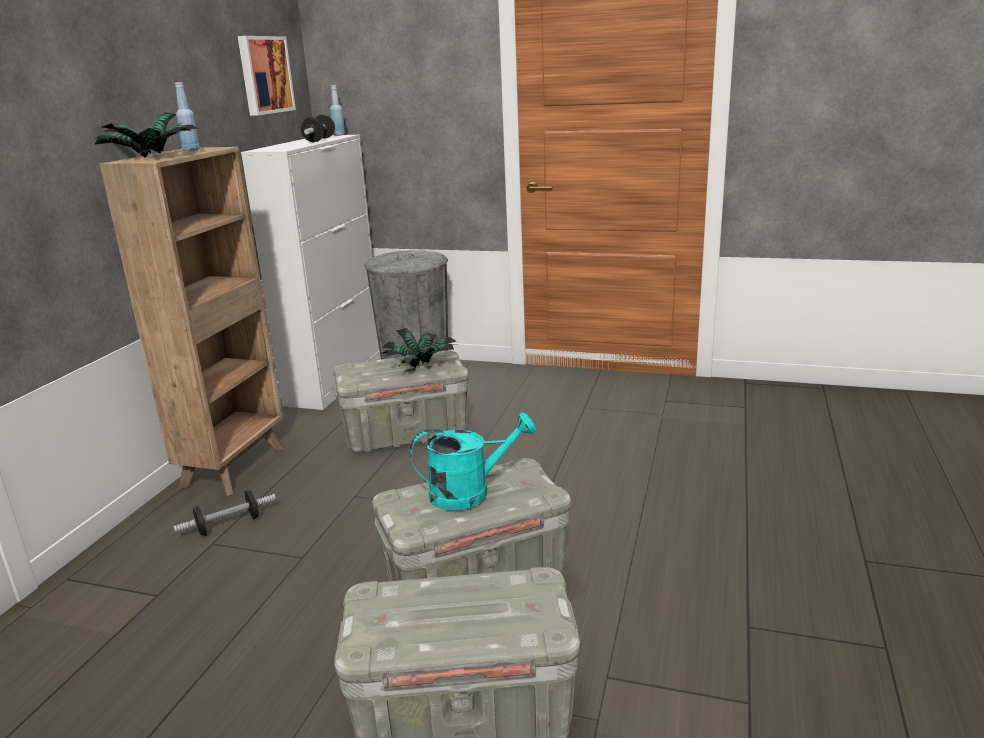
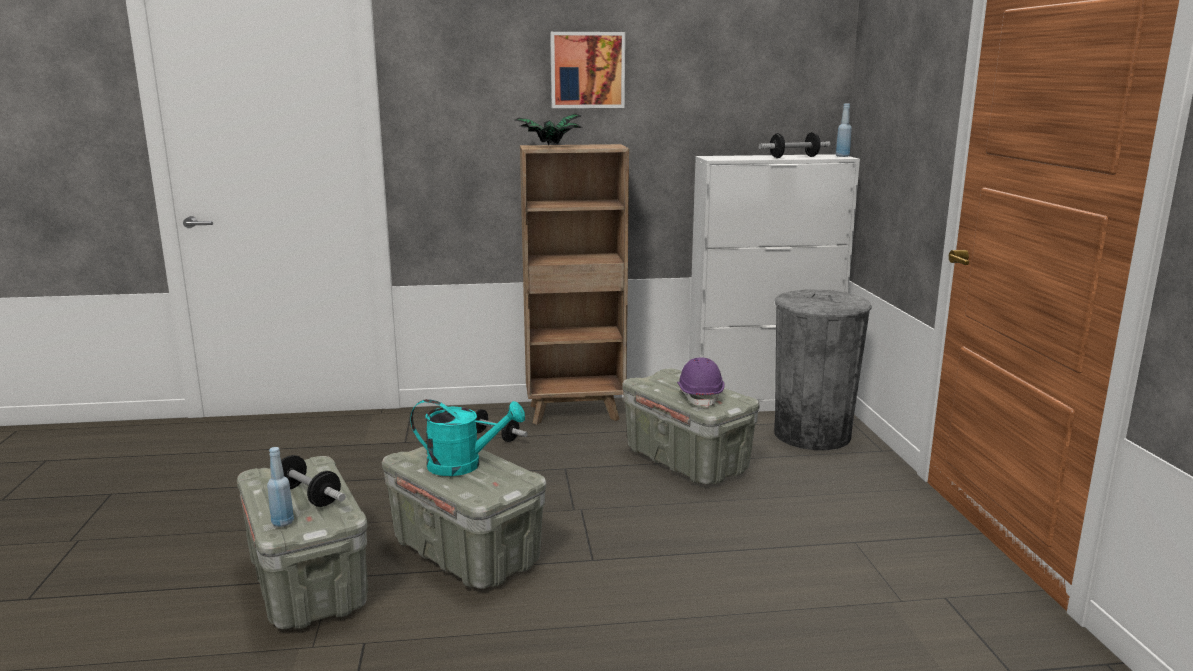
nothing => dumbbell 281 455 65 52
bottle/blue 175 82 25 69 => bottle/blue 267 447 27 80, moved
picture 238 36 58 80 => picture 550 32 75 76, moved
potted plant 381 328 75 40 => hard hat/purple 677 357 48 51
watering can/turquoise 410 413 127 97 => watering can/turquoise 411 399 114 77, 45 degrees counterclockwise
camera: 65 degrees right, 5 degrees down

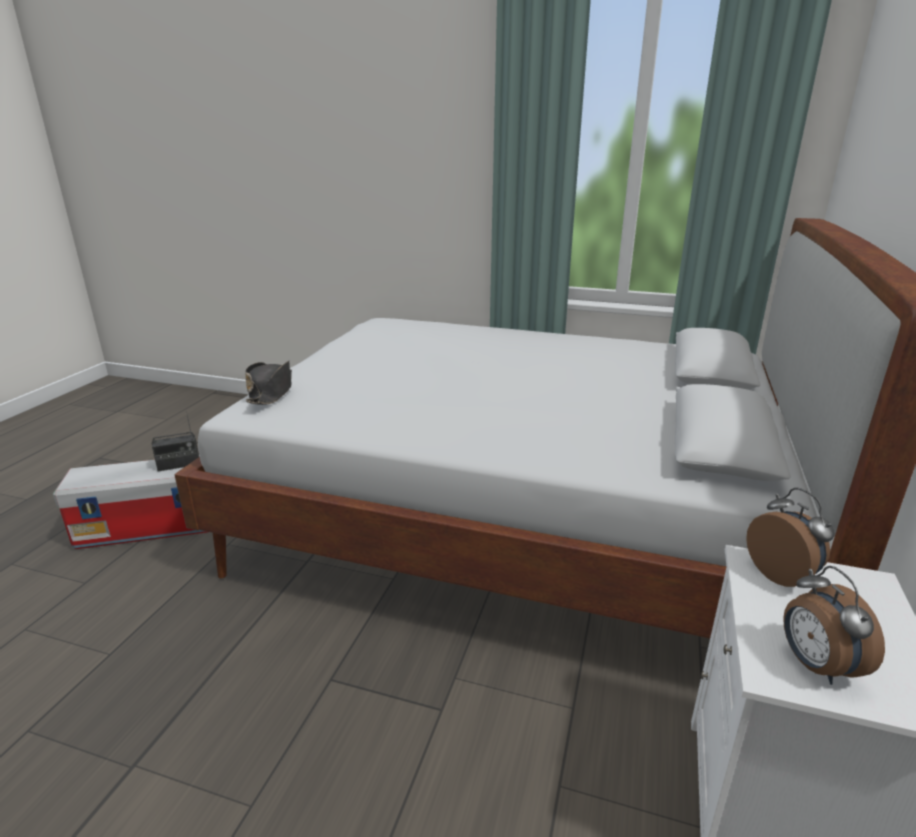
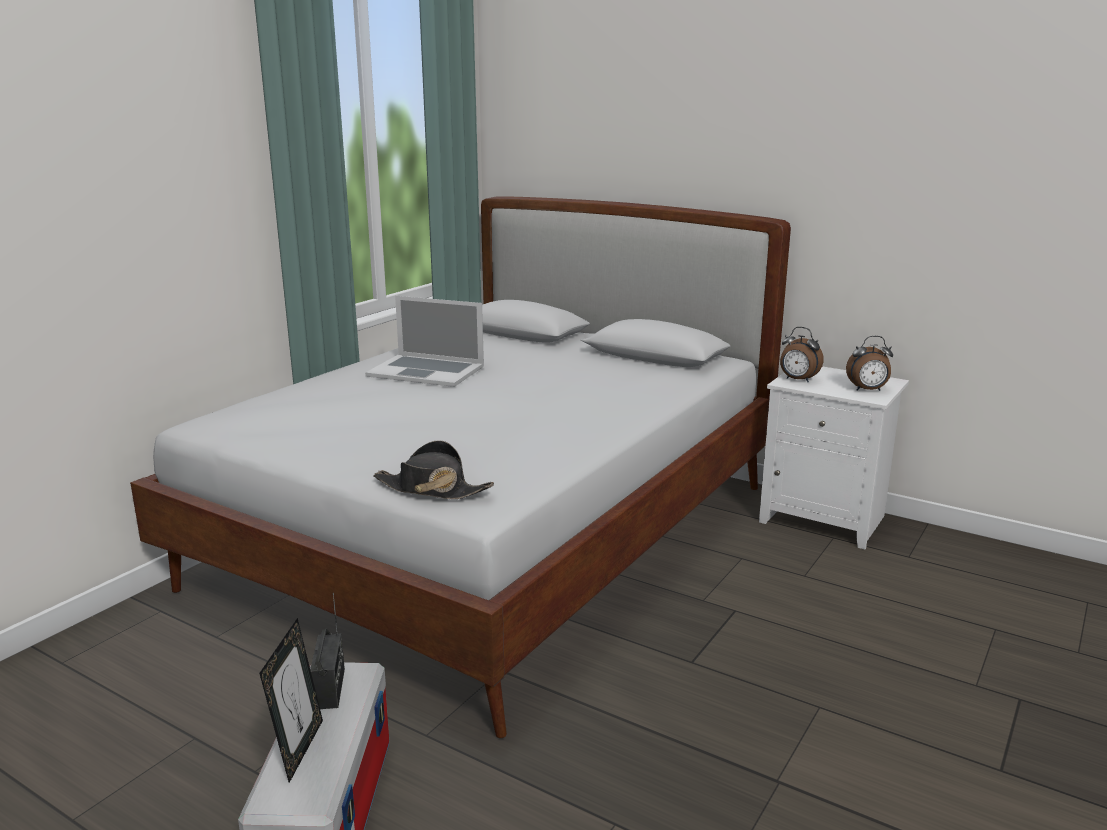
nothing => picture frame 259 618 64 165
nothing => laptop 365 296 119 91
alarm clock 746 488 89 99 => alarm clock 780 327 44 55, 135 degrees counterclockwise
camera: 75 degrees left, 5 degrees down

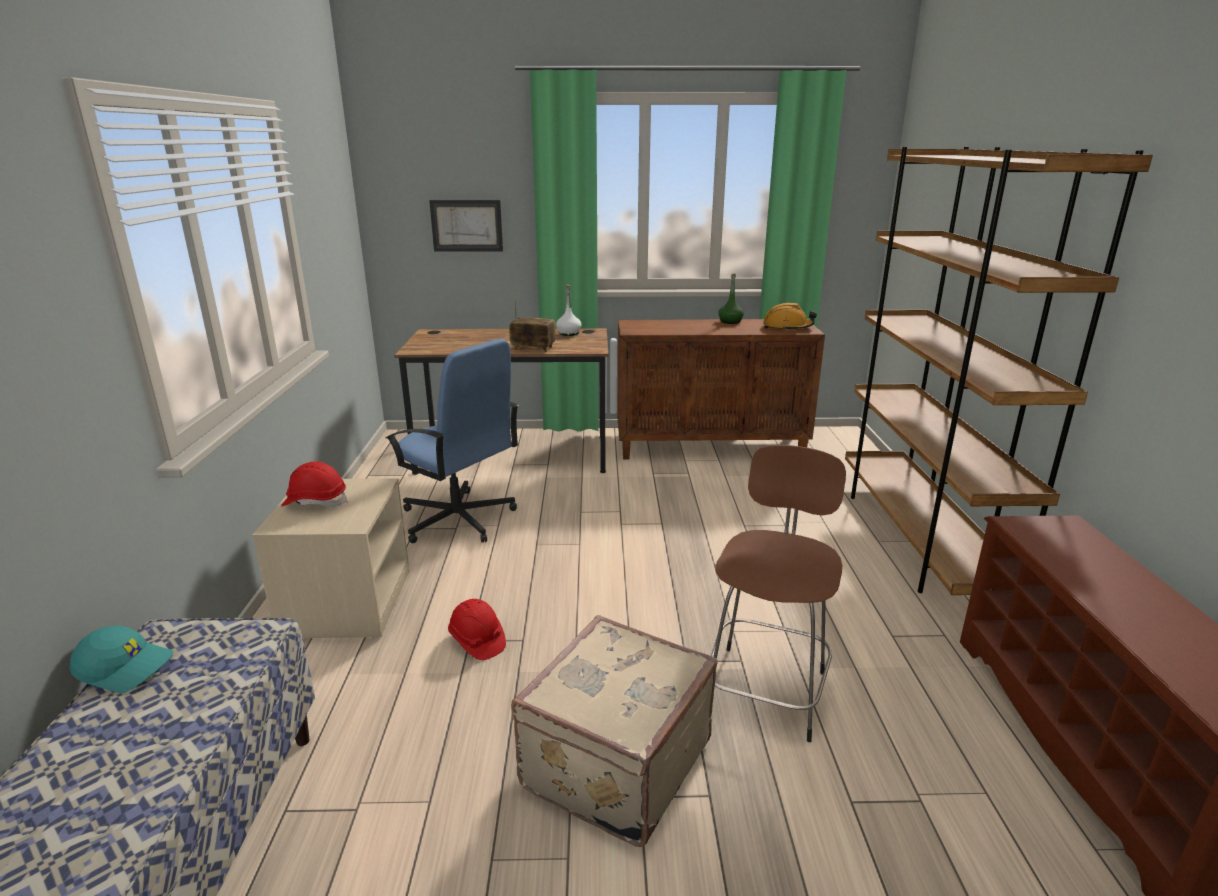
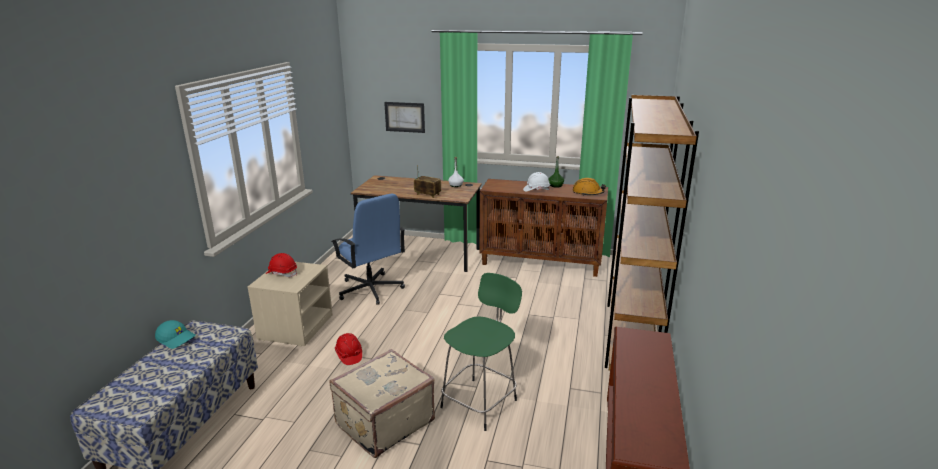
nothing => hard hat/white 523 172 27 20
stool/brown 711 445 135 297 => stool/green 440 273 82 158
camera: 15 degrees right, 0 degrees up

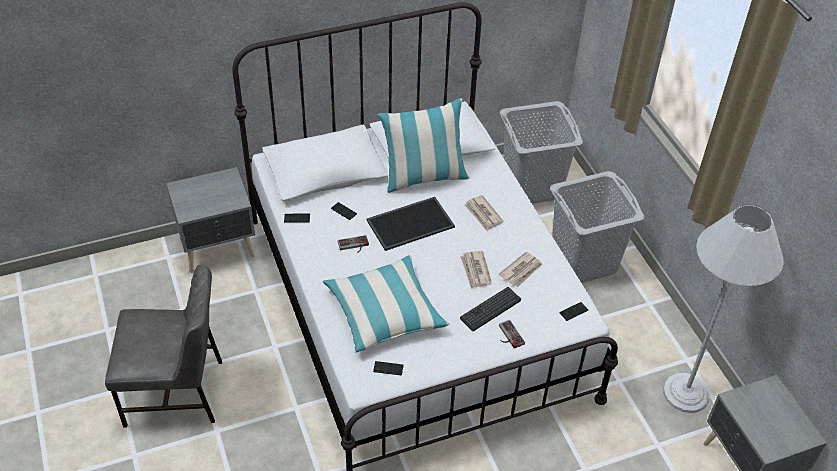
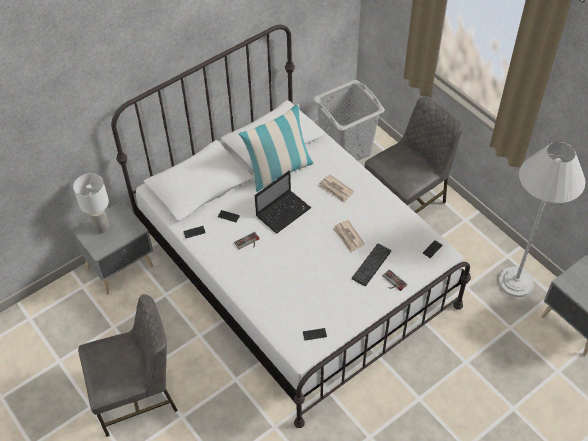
pillow 323 255 126 97 => nothing
newspaper 498 252 45 35 => nothing
nothing => table lamp/white 73 173 36 60
tray 366 197 89 54 => laptop 255 170 56 63
laundry basket/grey 550 171 94 112 => chair/grey 365 97 97 116
camera: 15 degrees left, 5 degrees up

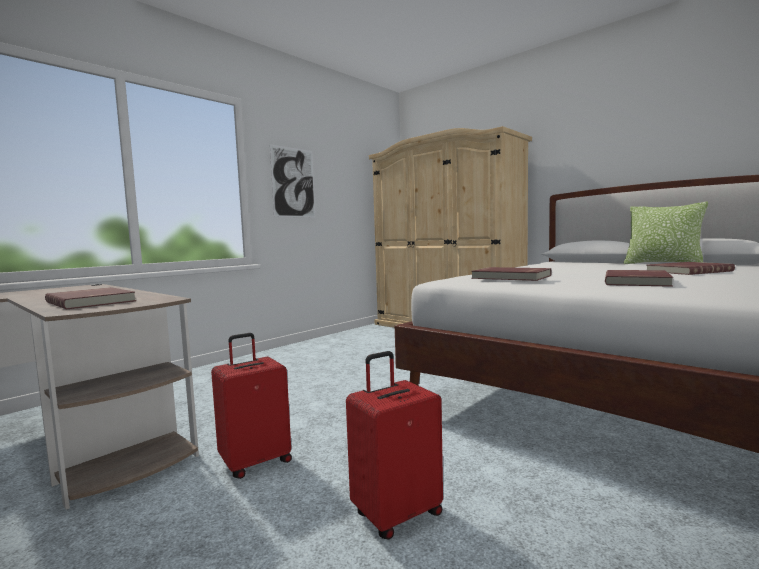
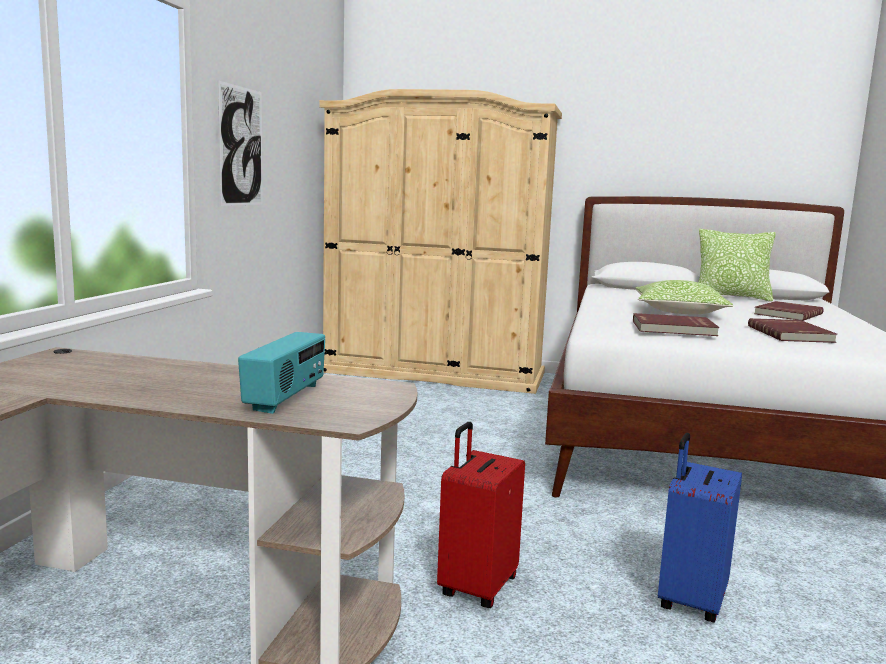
nothing => pillow 636 280 97 34
book/red 45 287 91 22 => radio 238 332 87 82
suitcase/red 346 351 97 189 => suitcase/blue 658 433 84 189
camera: 30 degrees left, 5 degrees up

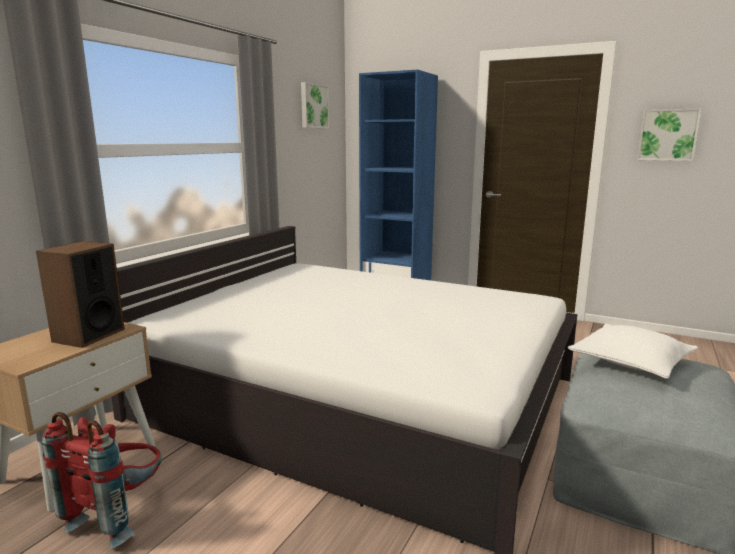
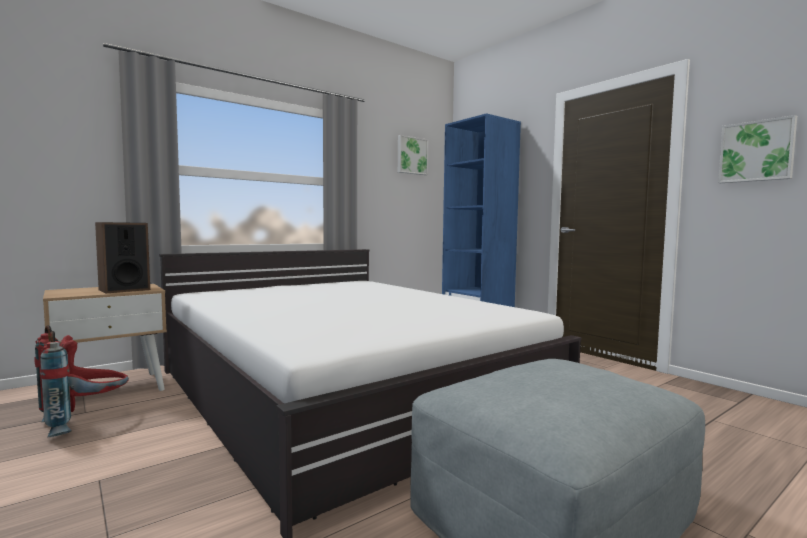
pillow/white 568 324 130 55 => nothing
camera: 25 degrees right, 10 degrees down

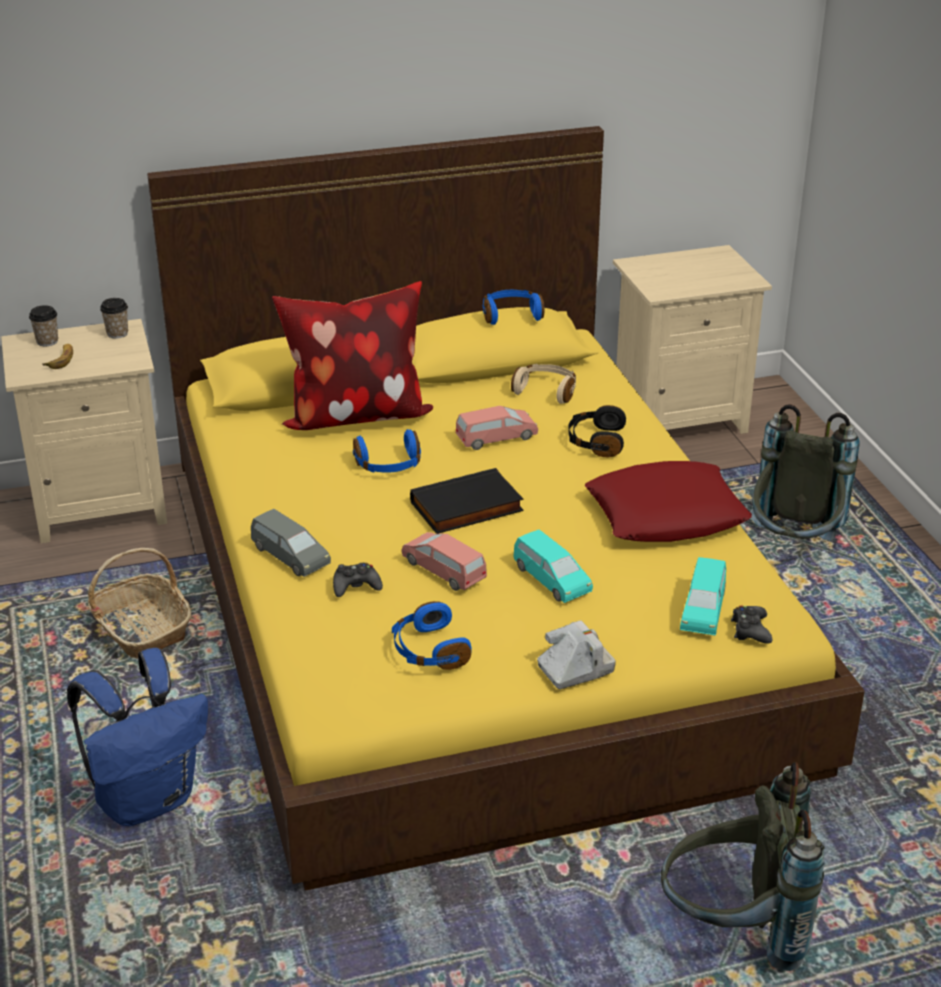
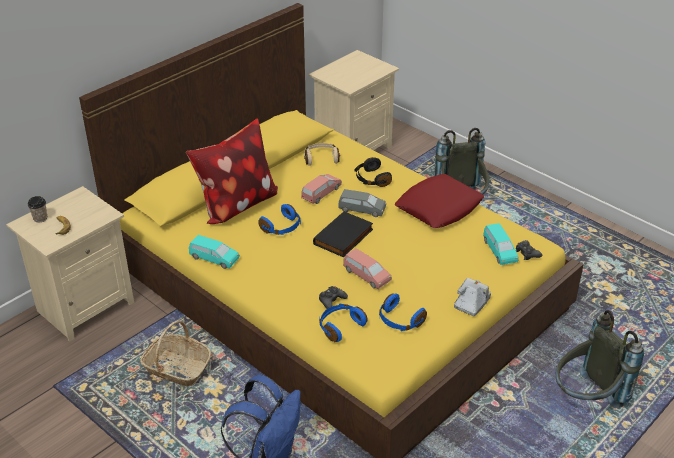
cup 100 298 28 41 => nothing
toy car/grey 251 509 80 68 => toy car/grey 338 189 48 28, moved
headphones/blue 483 290 61 35 => headphones/blue 319 304 49 38, moved
toy car/turquoise 513 529 80 74 => toy car/turquoise 189 235 51 34, moved
toy car/pink 402 532 85 59 => toy car/pink 343 248 49 41, 150 degrees counterclockwise
camera: 30 degrees left, 5 degrees up

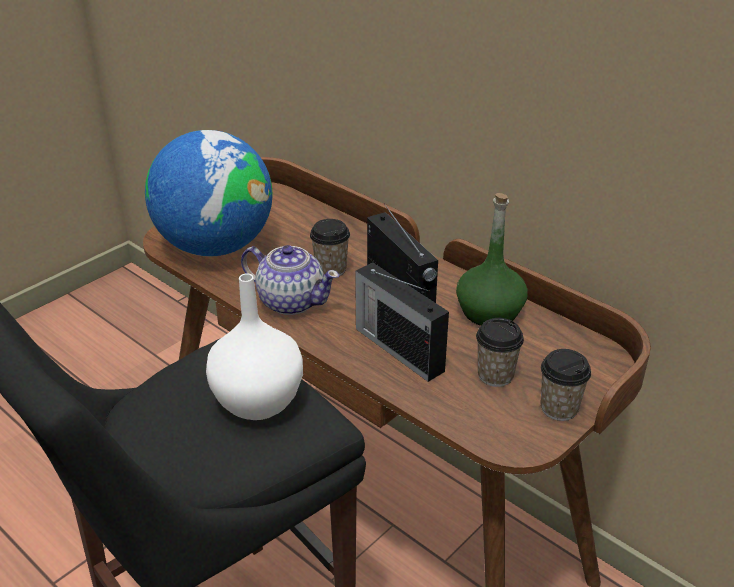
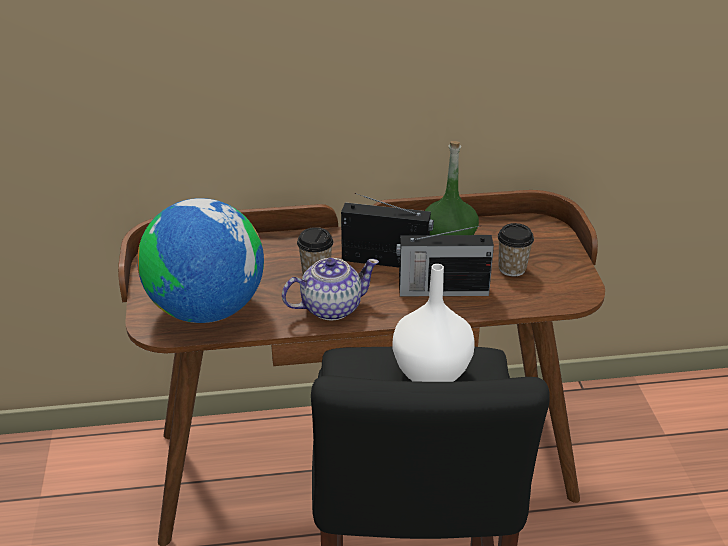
cup 541 349 50 72 => nothing
camera: 50 degrees left, 0 degrees up

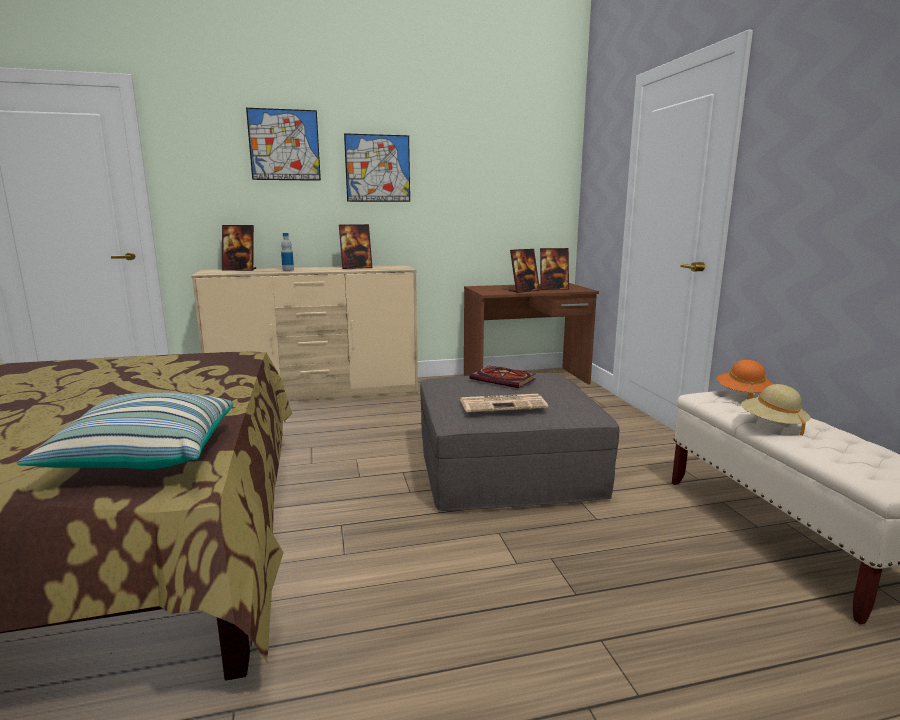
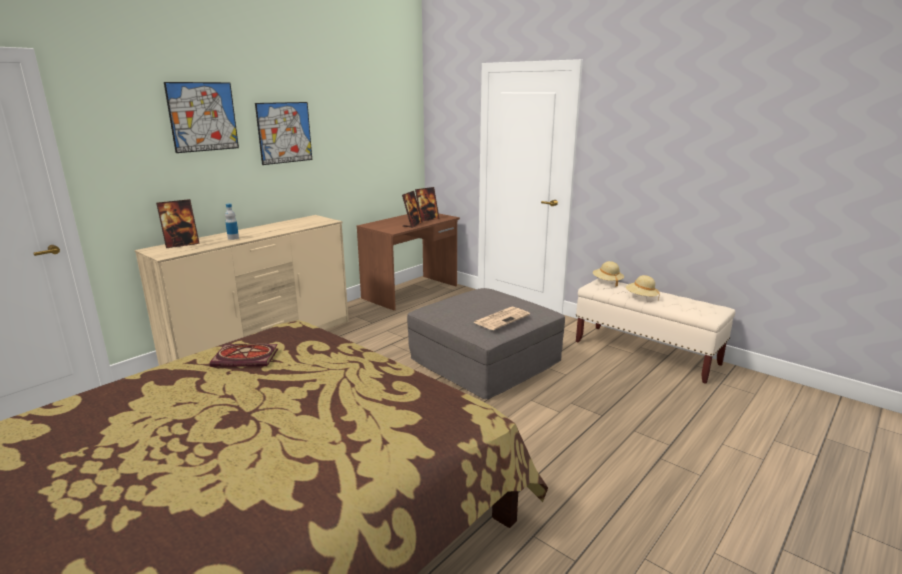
pillow 17 392 216 77 => nothing
picture frame 339 224 33 45 => nothing
book 470 366 66 22 => book 210 344 68 23, moved
hat/orange 717 360 56 40 => hat/beige 593 261 31 26
camera: 35 degrees left, 5 degrees up

